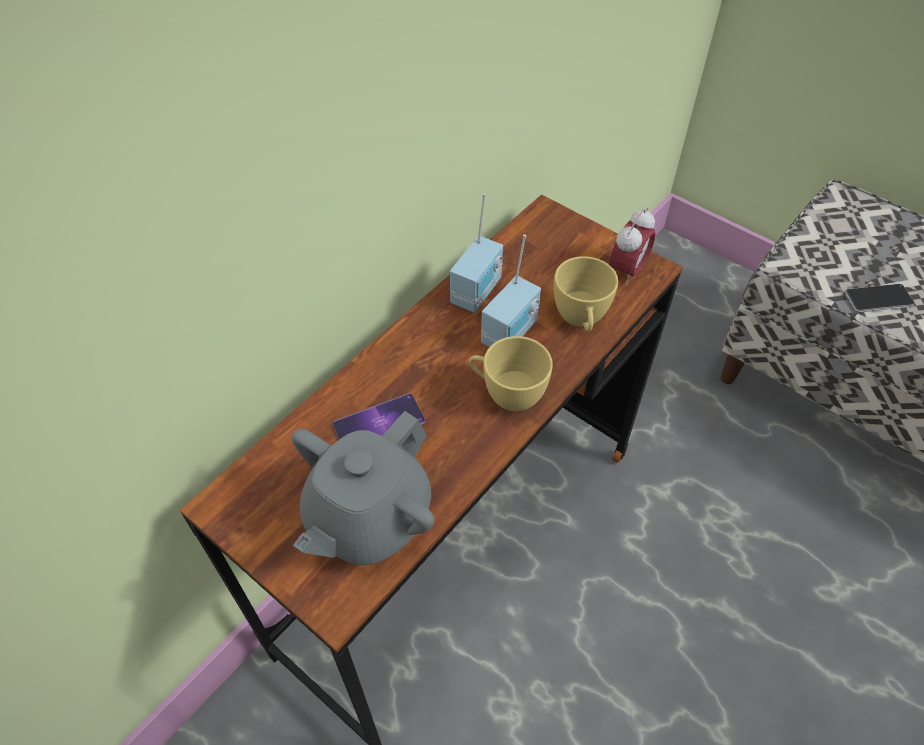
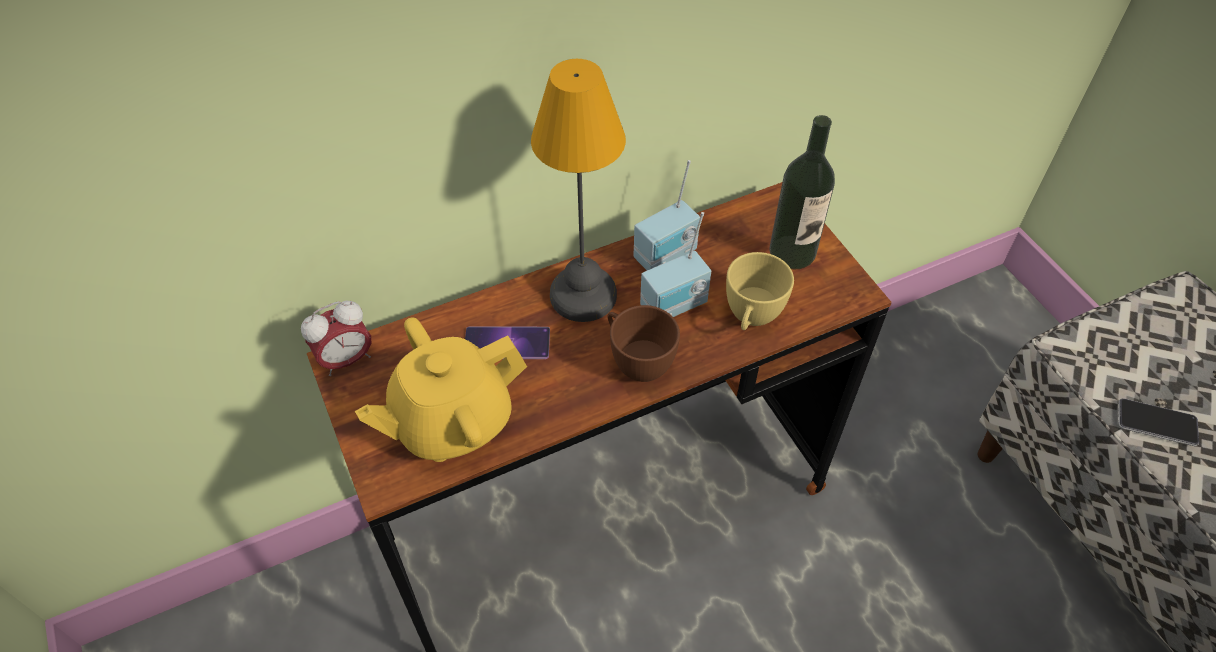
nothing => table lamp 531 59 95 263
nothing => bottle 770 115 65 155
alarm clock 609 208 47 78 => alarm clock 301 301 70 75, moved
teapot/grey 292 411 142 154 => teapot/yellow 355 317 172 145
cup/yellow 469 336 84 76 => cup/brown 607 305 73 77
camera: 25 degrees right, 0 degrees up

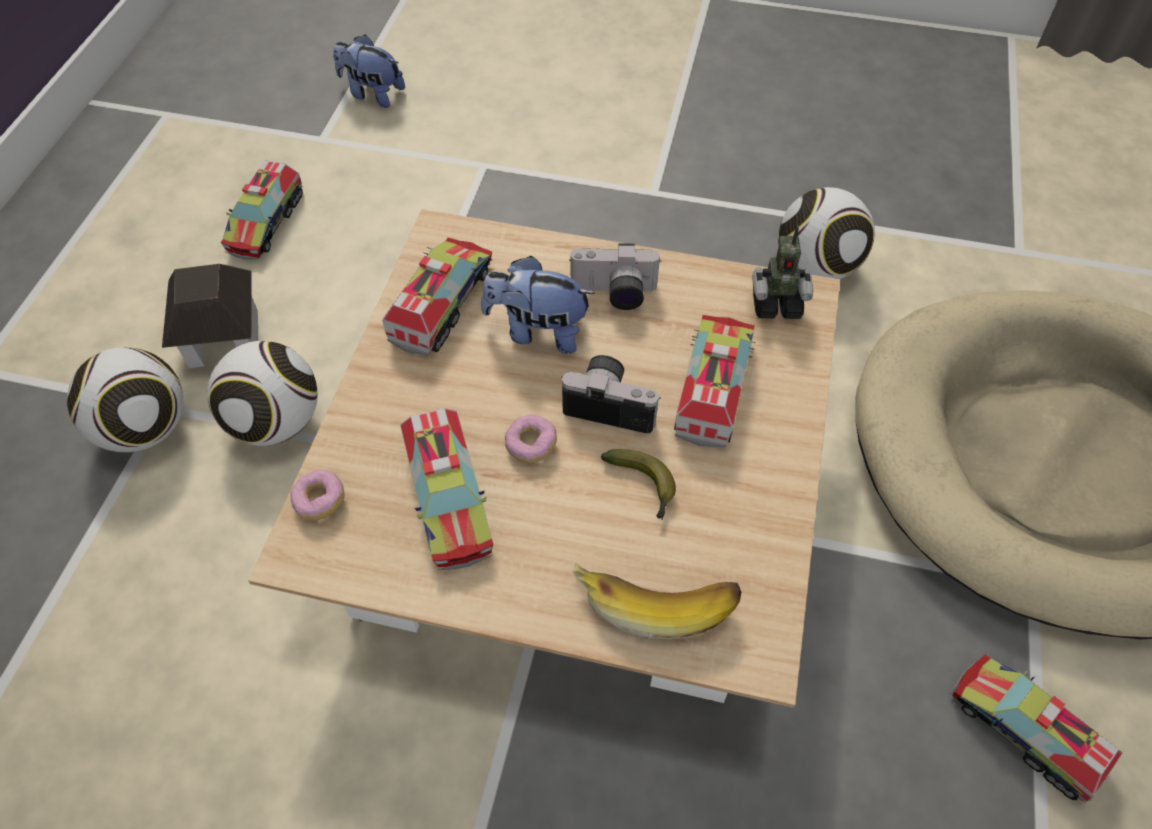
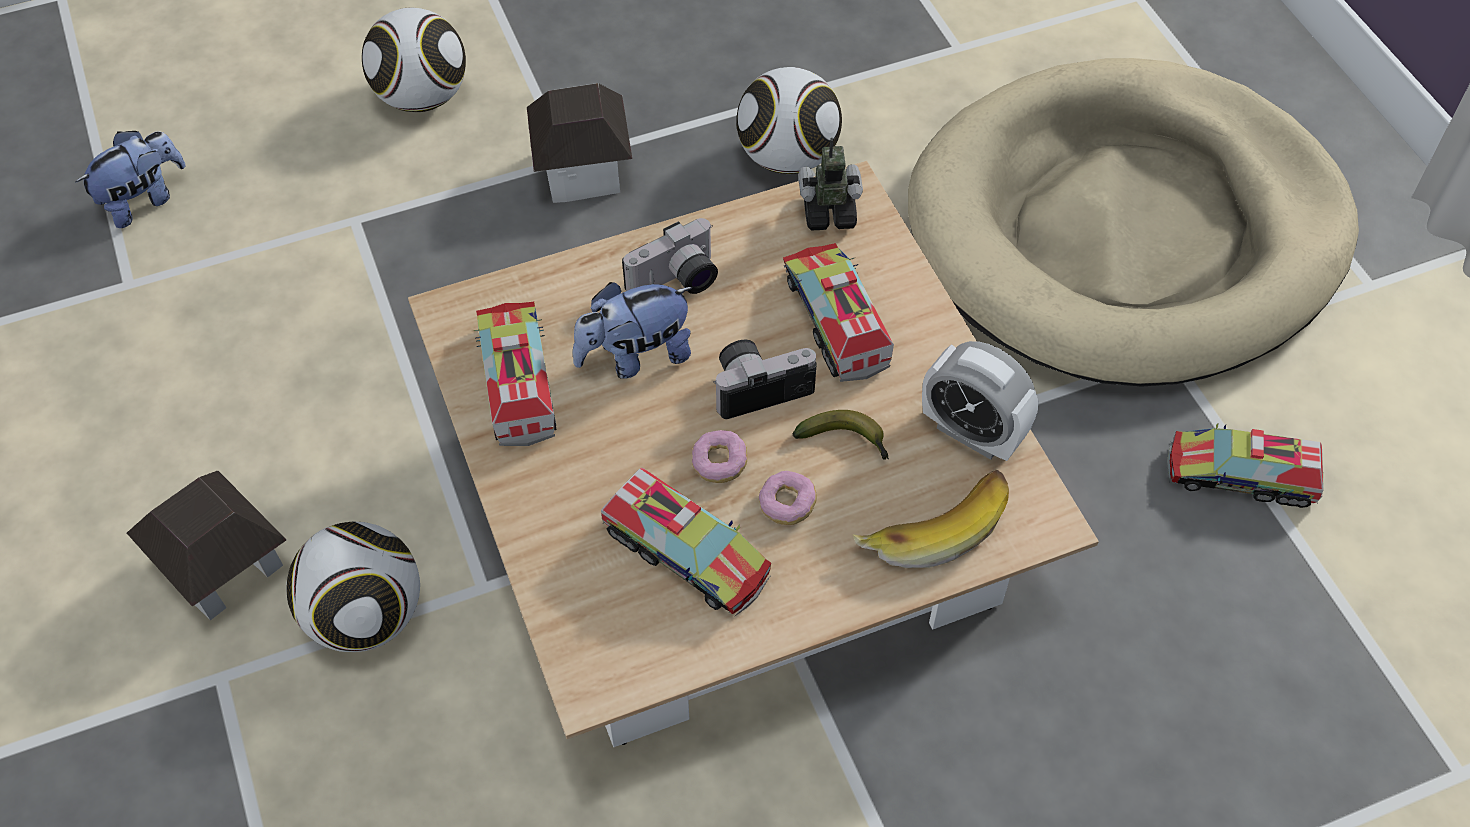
toy truck 221 160 82 99 => nothing
nothing => toy house 527 83 105 120
nothing => alarm clock 922 341 116 120
football 67 347 116 106 => football 362 8 104 104, moved
donut 290 470 55 50 => donut 759 471 58 54, moved
plush toy 333 35 72 73 => plush toy 75 131 110 97, 150 degrees clockwise
toy robot 752 225 61 94 => toy robot 799 138 64 93, 150 degrees counterclockwise
camera: 35 degrees left, 0 degrees up

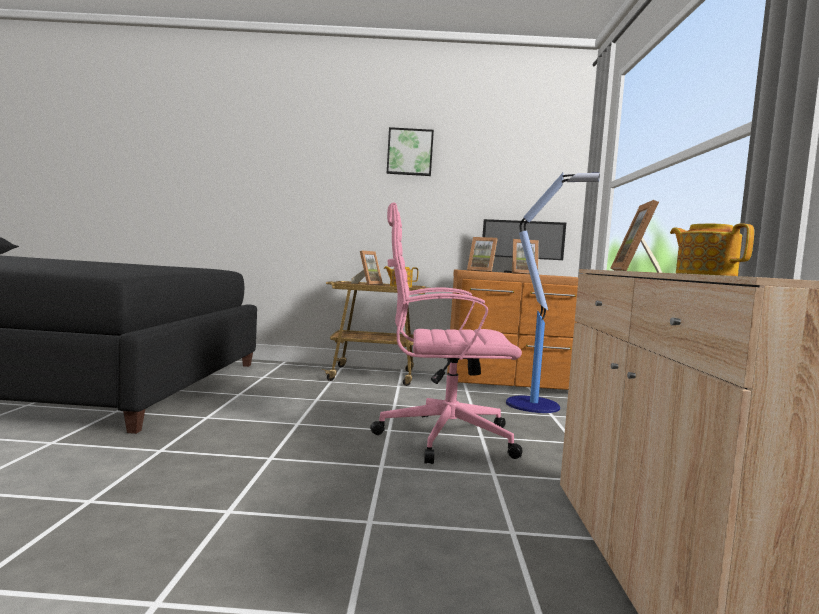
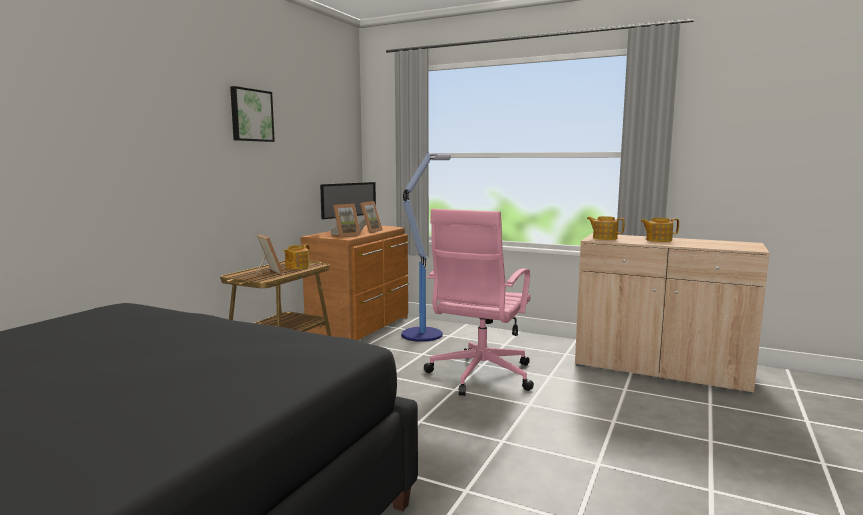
picture frame 610 200 52 73 => teapot 587 216 38 24
camera: 65 degrees left, 5 degrees up

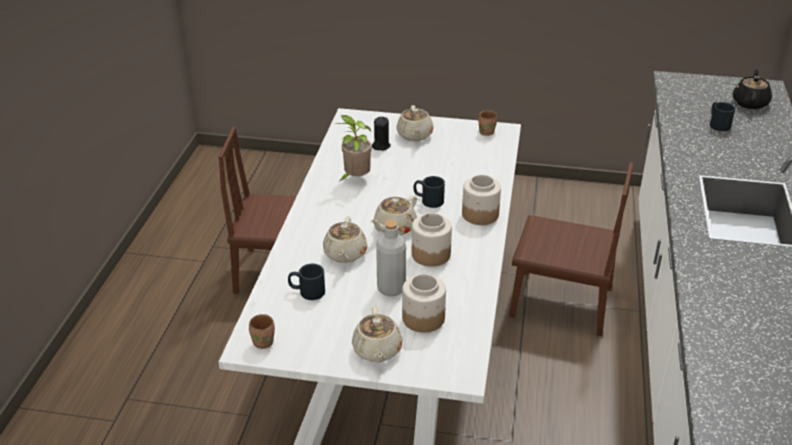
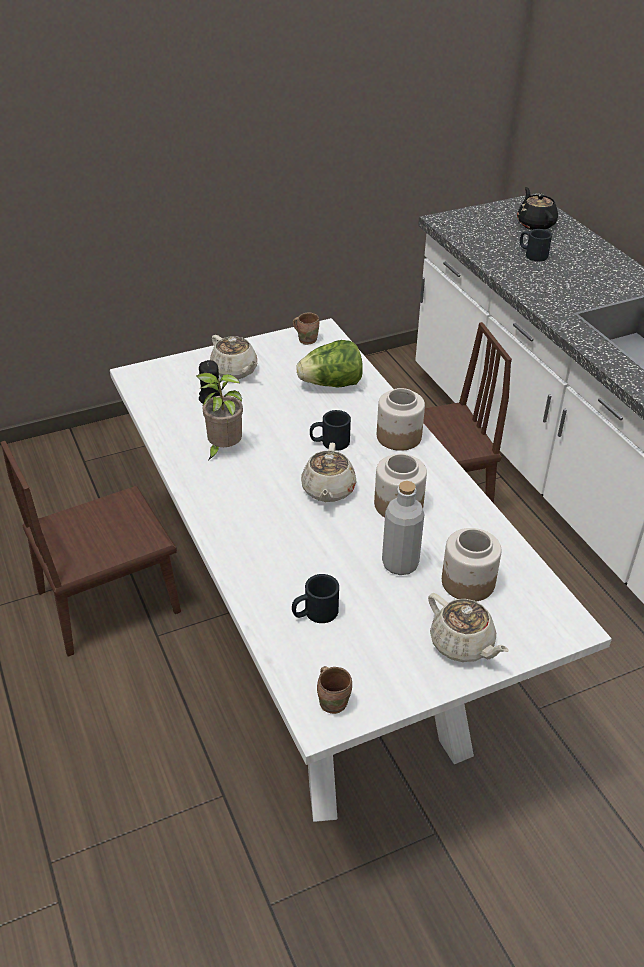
teapot/beige 323 216 45 47 => nothing
nothing => lettuce 296 340 67 48
camera: 35 degrees left, 5 degrees up

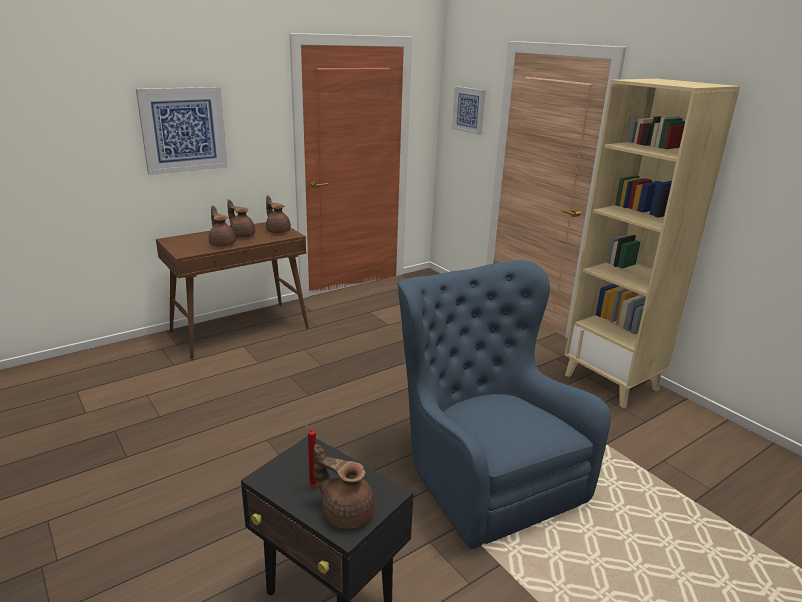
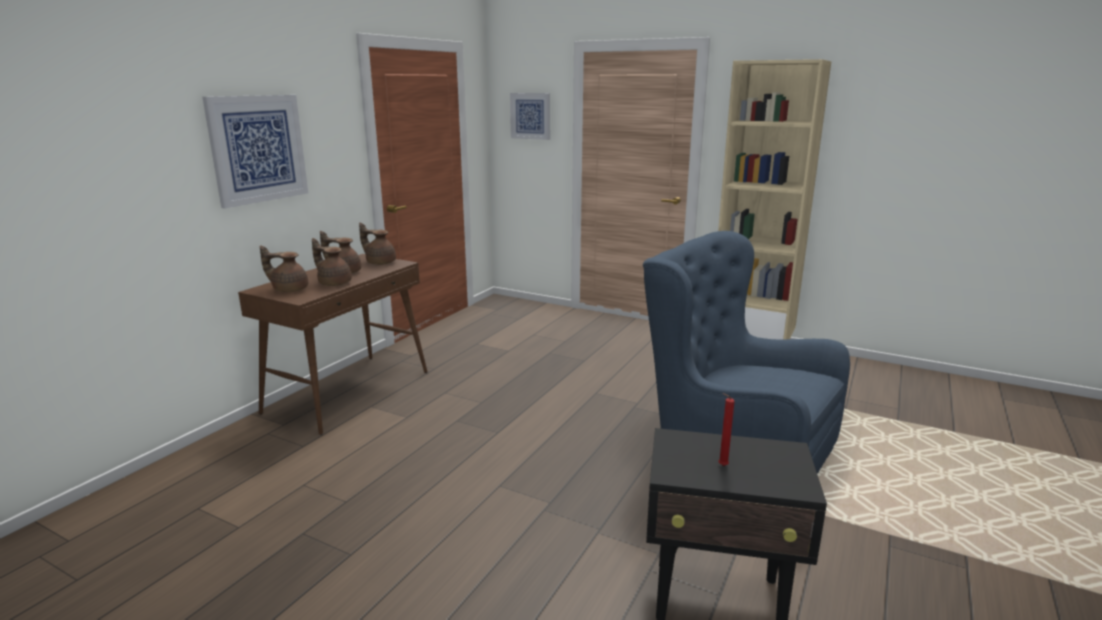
teapot/brown 314 444 61 85 => teapot/brown 260 245 48 47, moved
camera: 25 degrees left, 5 degrees down

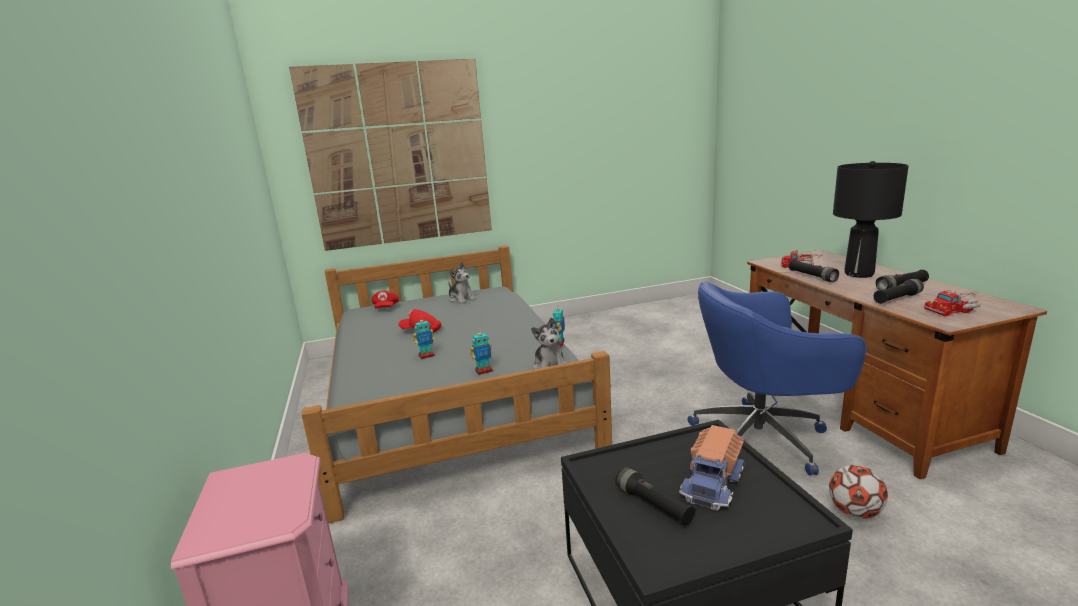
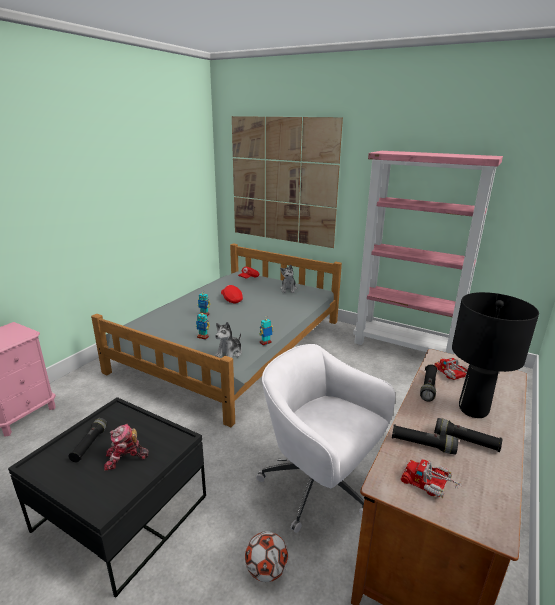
nothing => bookcase/pink 353 151 150 204
toy truck 679 425 66 86 => toy robot 104 424 45 47
office chair/blue 688 282 178 194 => office chair/white 256 344 139 189
camera: 45 degrees right, 5 degrees up

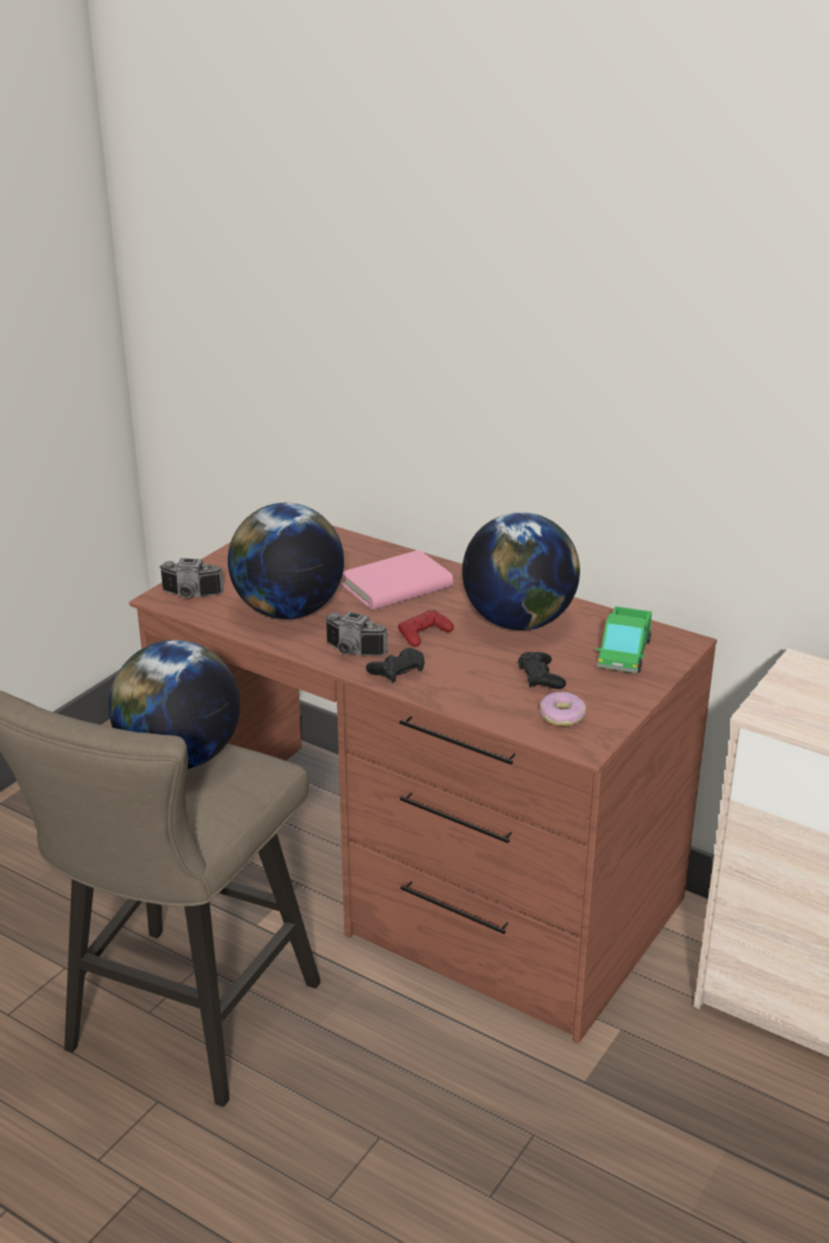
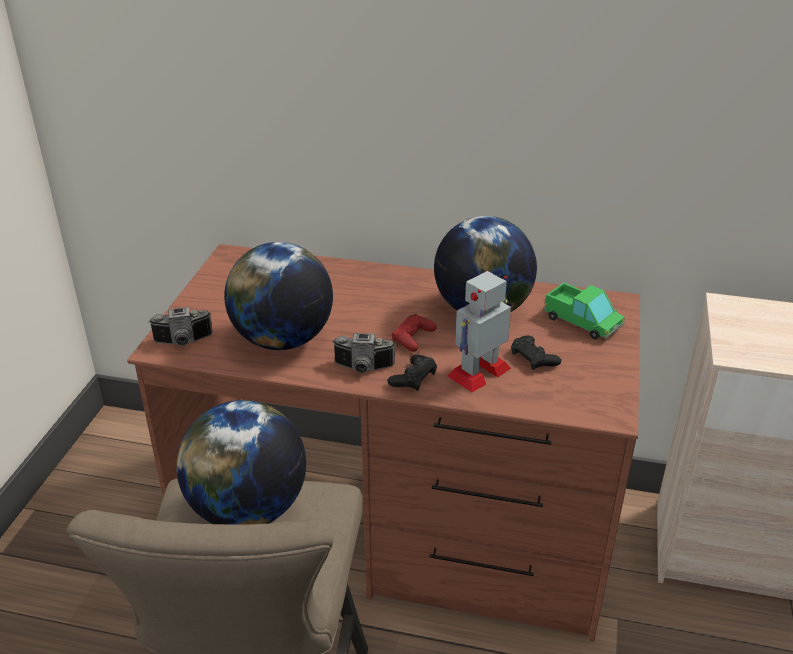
book/pink 341 550 112 60 => nothing
donut 540 692 46 34 => nothing
nothing => toy robot 447 271 64 121
toy truck 596 606 56 67 => toy truck 543 282 82 58, 45 degrees counterclockwise
camera: 20 degrees left, 5 degrees up

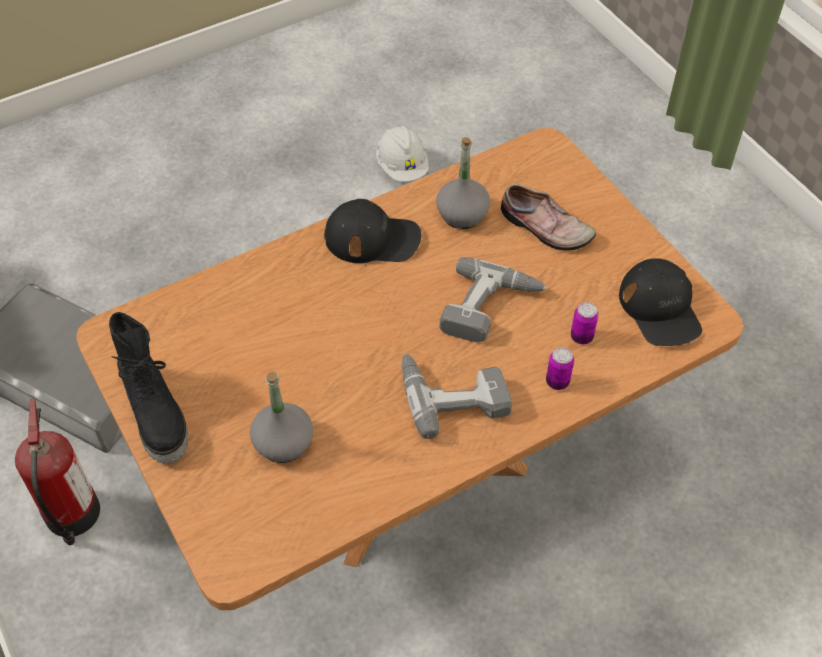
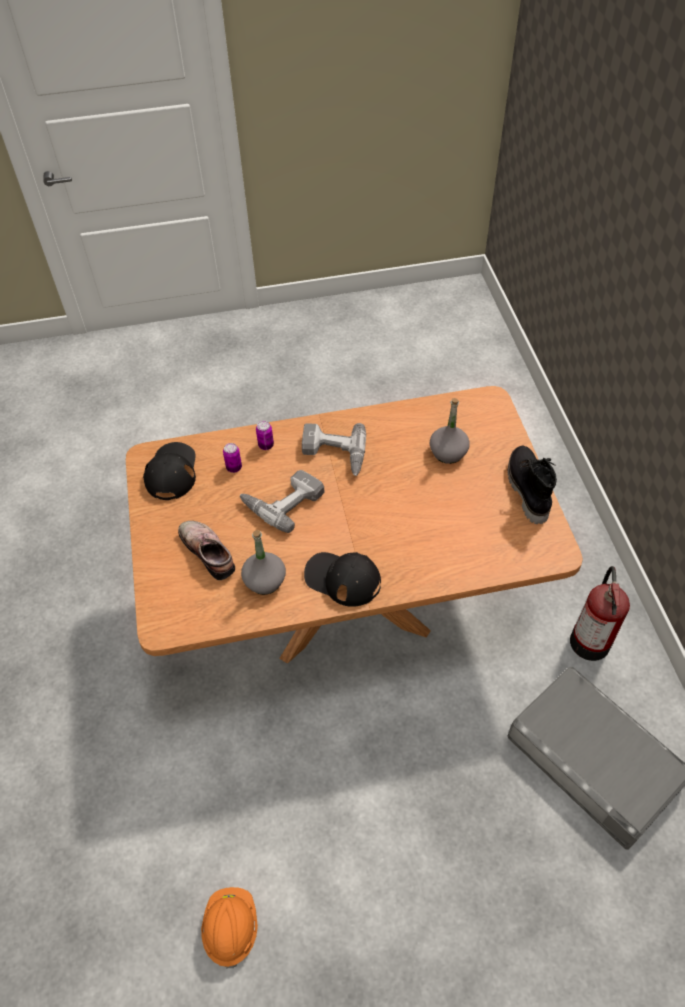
hard hat/white 376 126 53 56 => hard hat/orange 201 887 57 82
camera: 160 degrees left, 0 degrees up

